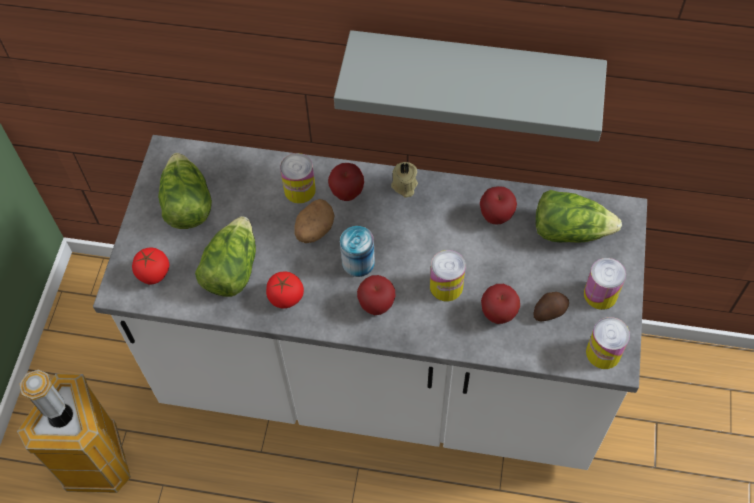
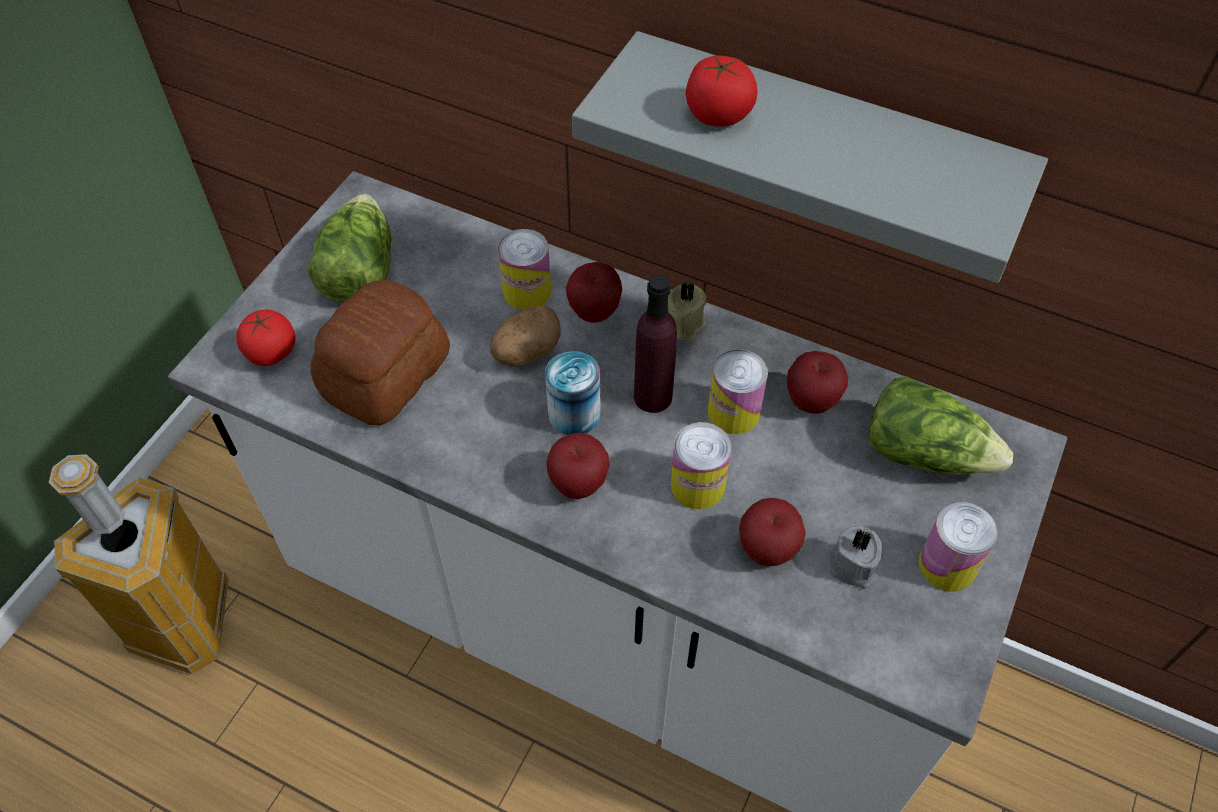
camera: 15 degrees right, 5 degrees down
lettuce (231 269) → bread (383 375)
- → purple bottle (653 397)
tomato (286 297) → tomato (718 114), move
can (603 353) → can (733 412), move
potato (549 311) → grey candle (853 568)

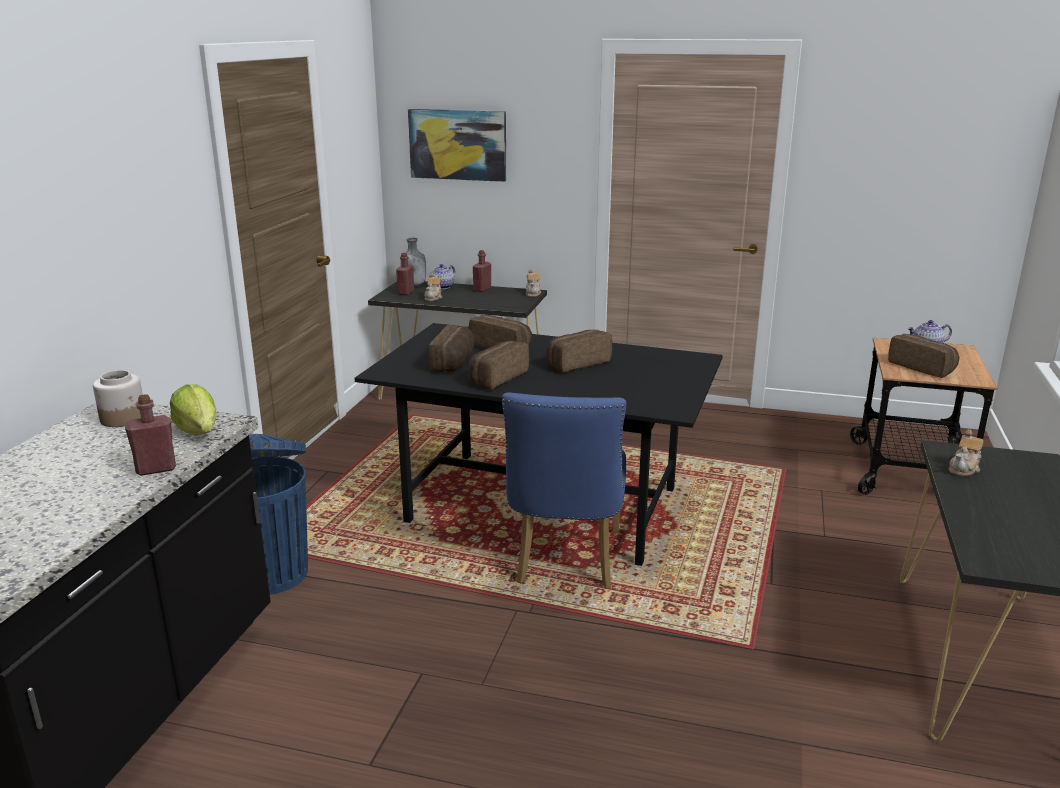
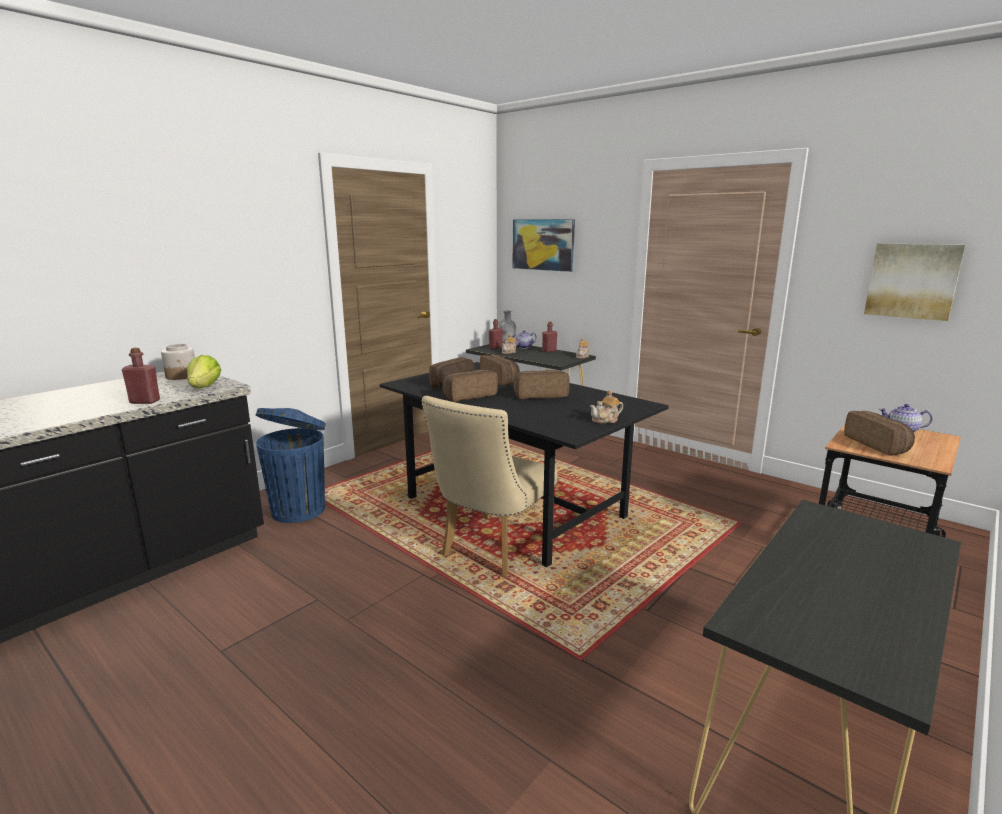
camera: 25 degrees right, 5 degrees down
blue chair (565 562) → beige chair (491 550)
teapot (964 469) → teapot (606 420), move
- → picture (912 281)

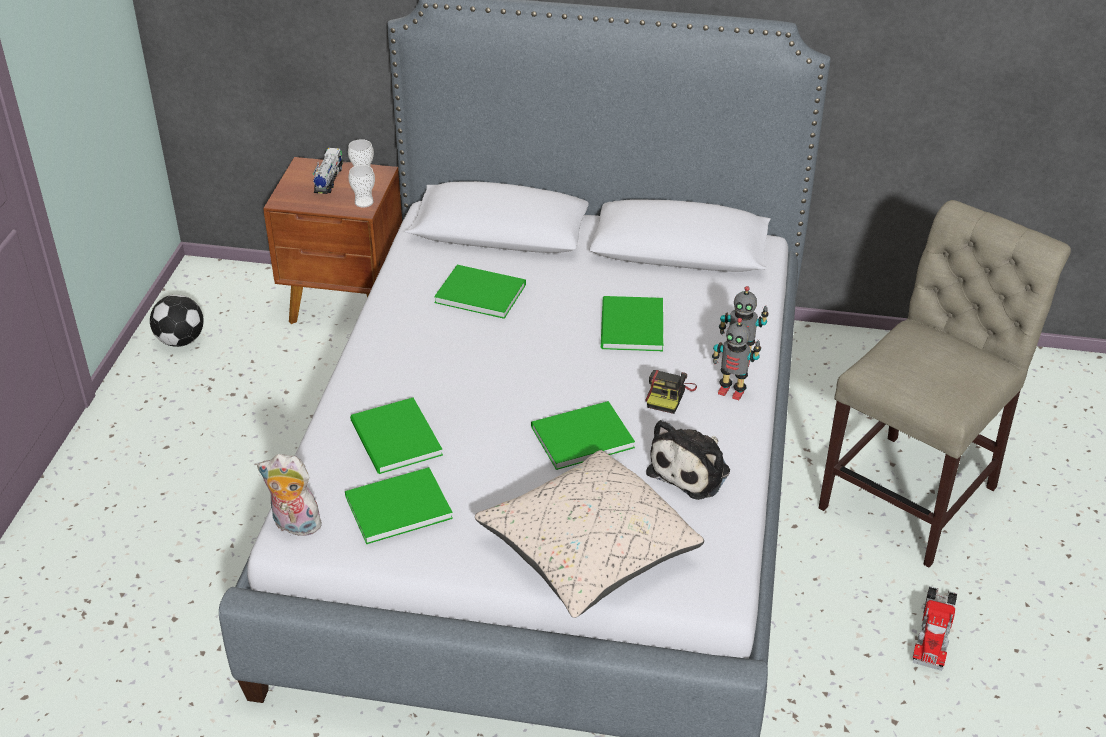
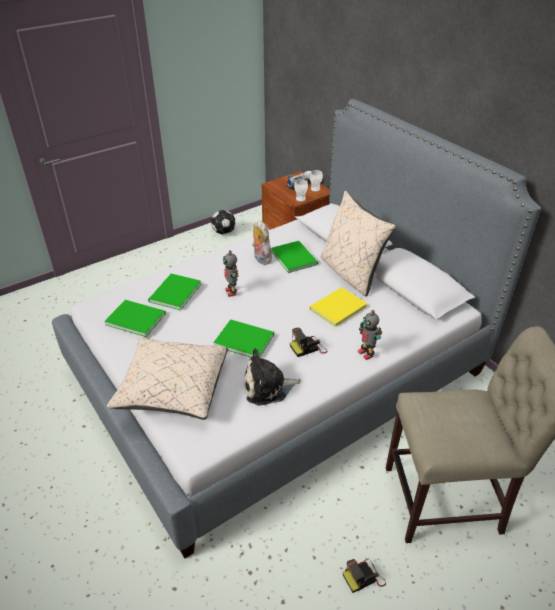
camera: 45 degrees right, 0 degrees up
toy robot (731 391) → toy robot (232 292), move
plush toy (294 526) → plush toy (261 259), move
green book (630 327) → yellow book (336 308)
- → beige pillow (350 273)
toy truck (933 632) → photo camera (363 577)

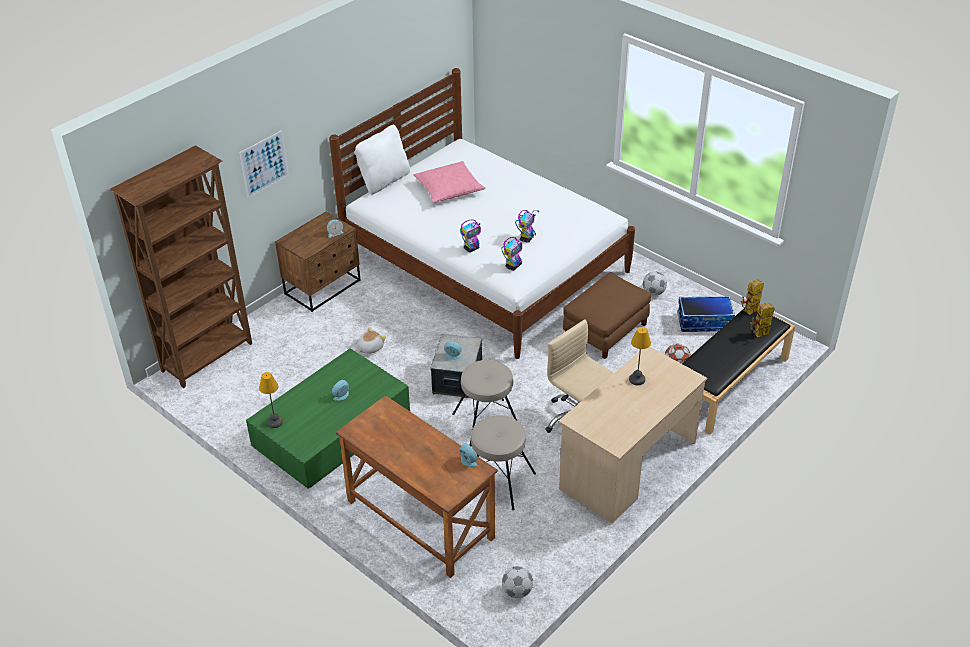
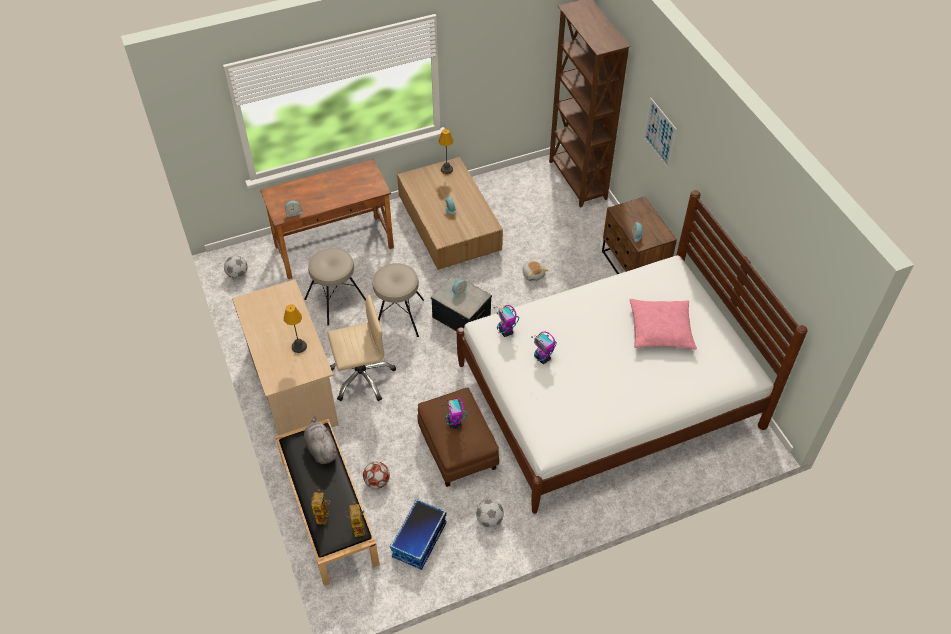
camera: 115 degrees right, 10 degrees up
- → grey plush toy (321 448)
green coffee table (332 433) → brown coffee table (449 225)
toy robot (471 248) → toy robot (454 423), move
white pillow (384 181) → -

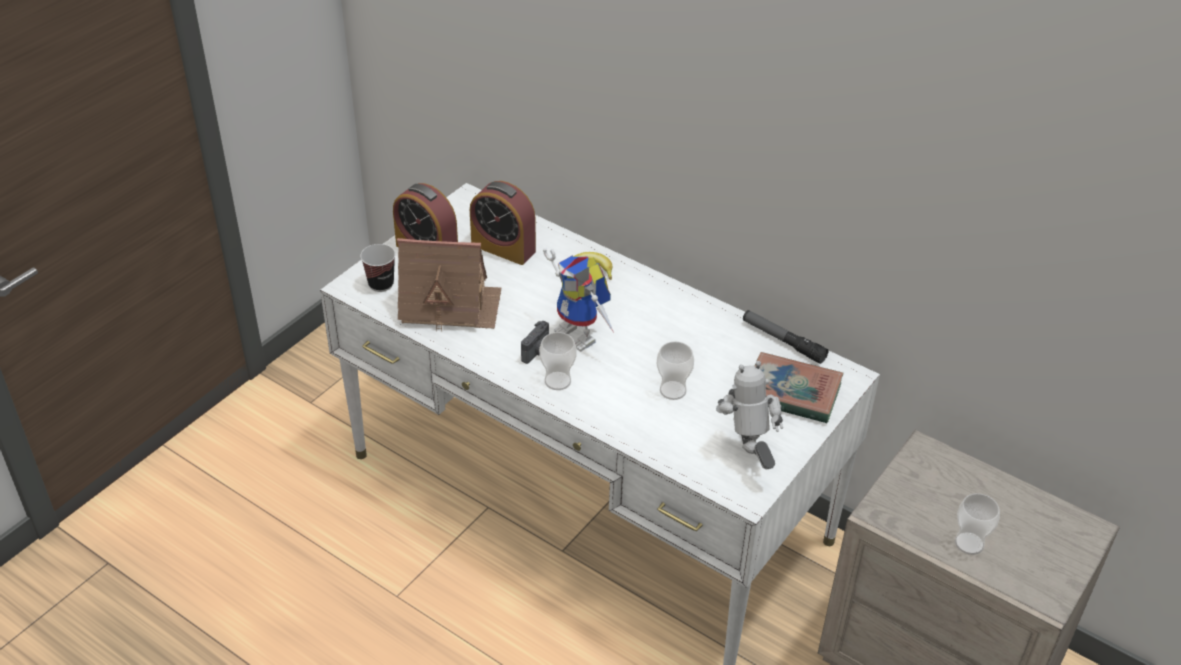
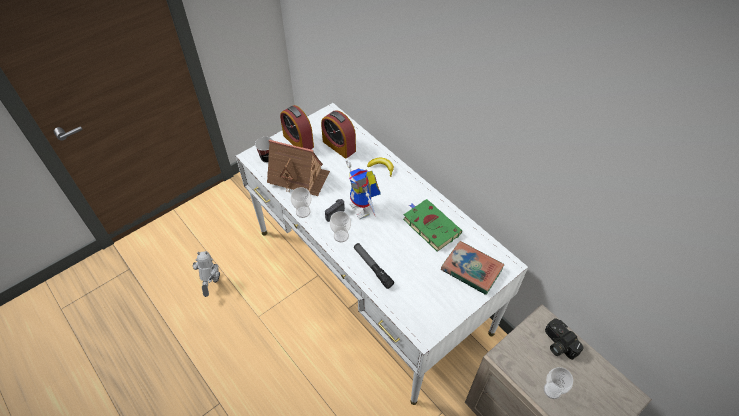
camera: 15 degrees right, 10 degrees up
toy robot (747 456) → toy robot (211 285), move
cup (673 390) → cup (303 212), move
flashlight (783 341) → flashlight (372 267), move
- → green book (430 226)
- → photo camera (557 344)

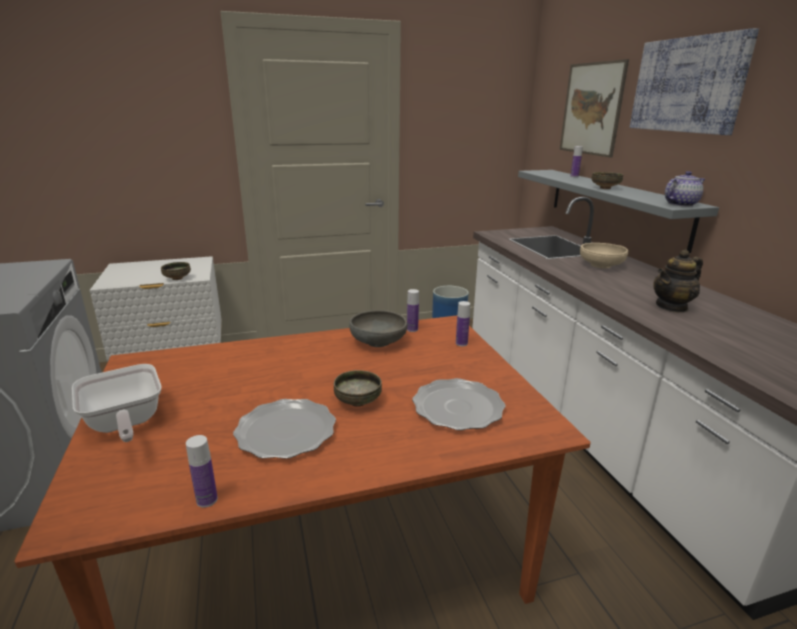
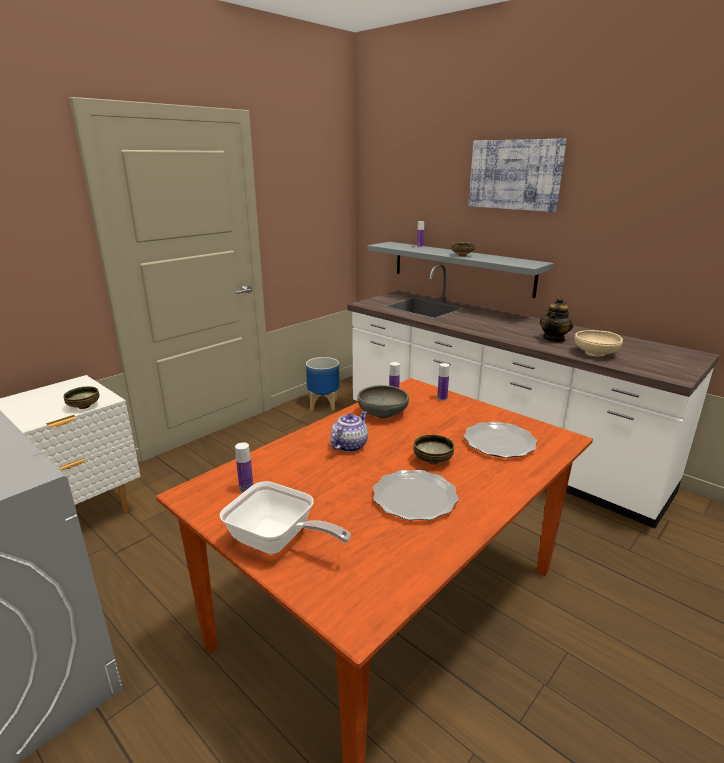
camera: 30 degrees left, 0 degrees up
bottle (207 500) → bottle (246 489), move
teapot (680 204) → teapot (349 445), move
beige bowl (601 265) → beige bowl (595 353), move
picture (591 109) → -

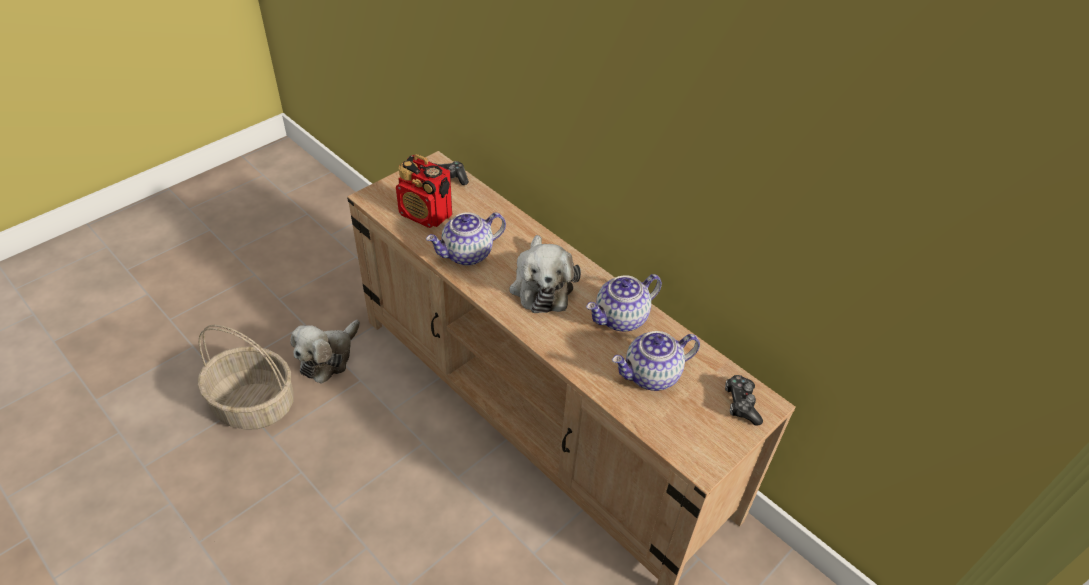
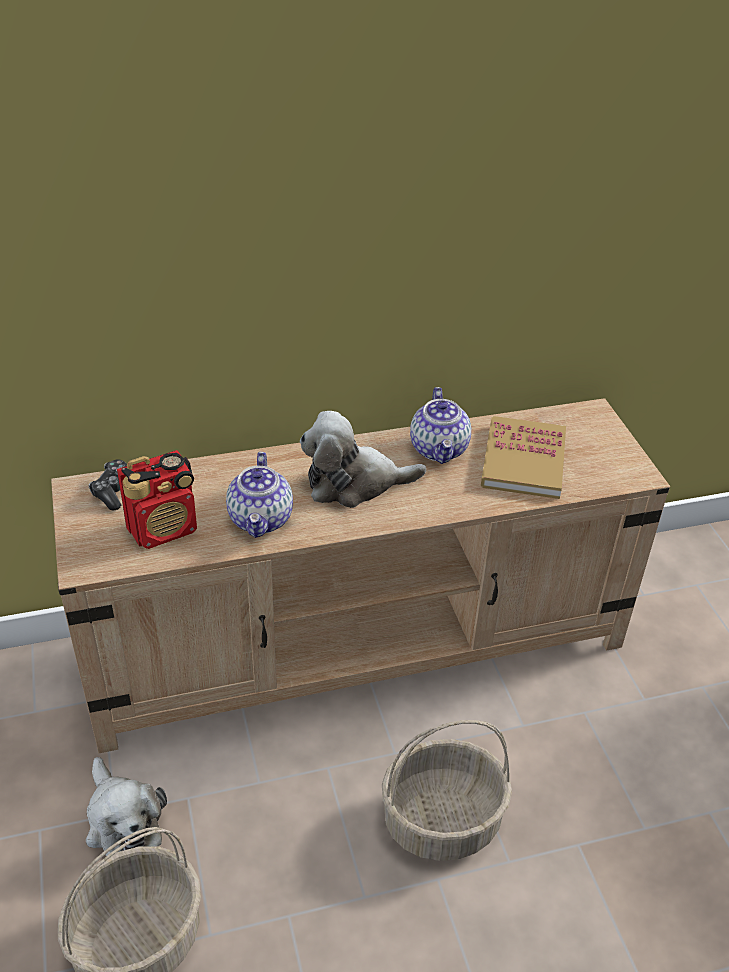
camera: 60 degrees left, 5 degrees down
plush toy (541 285) → plush toy (354 483), 150 degrees clockwise
- → basket (441 822)
teapot (651 375) → book (523 461)
game controller (741 404) → -

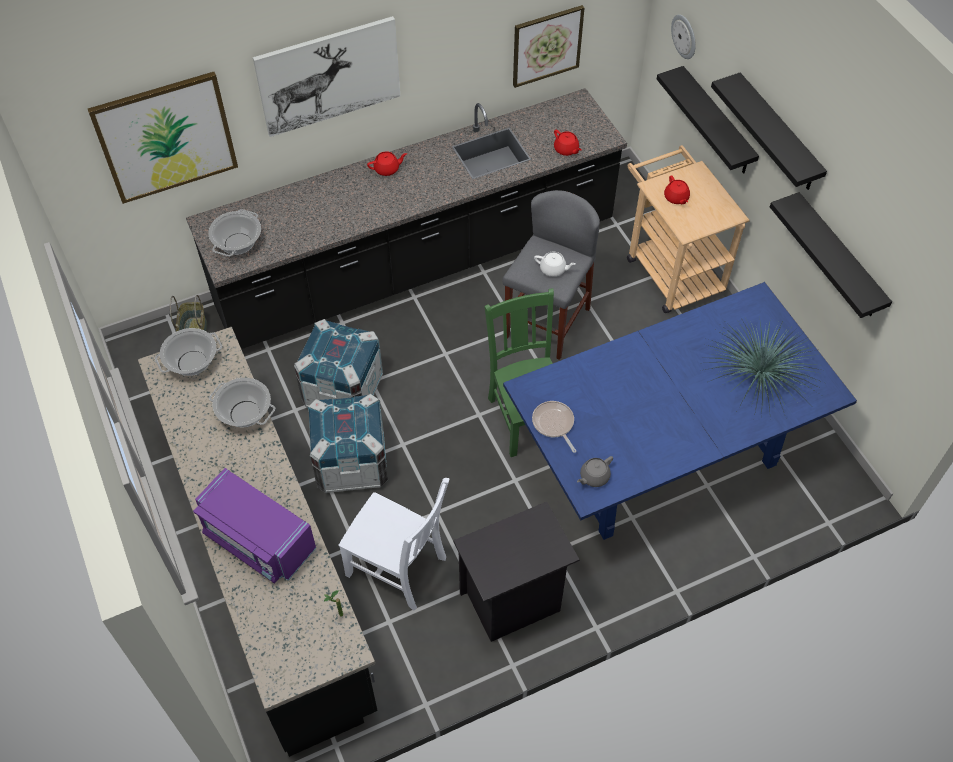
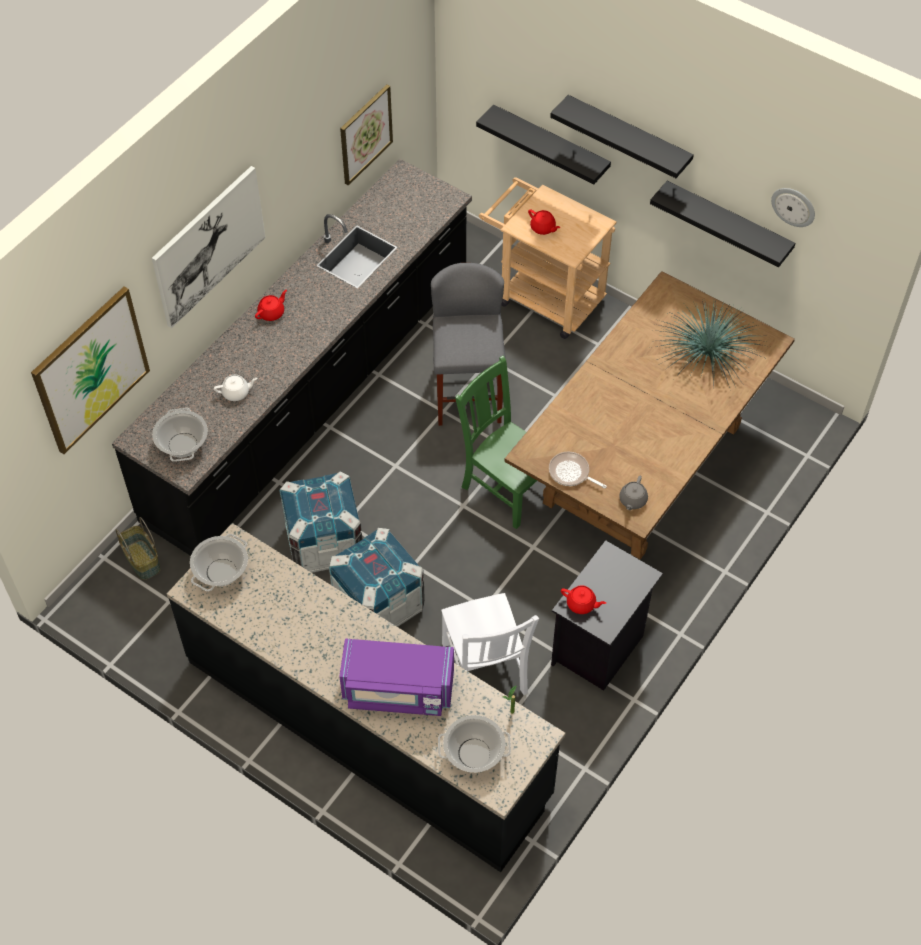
camera: 30 degrees left, 0 degrees up
white teapot (553 269) → white teapot (236 393), move
cooking pot (245 413) → cooking pot (473 754), move
white chair (399 568) → white chair (485 671), 75 degrees clockwise
blue dining table (661 456) → brown dining table (641 466)
red teapot (566 149) → red teapot (581 604), move
wall clock (684 36) → wall clock (793 206), move

